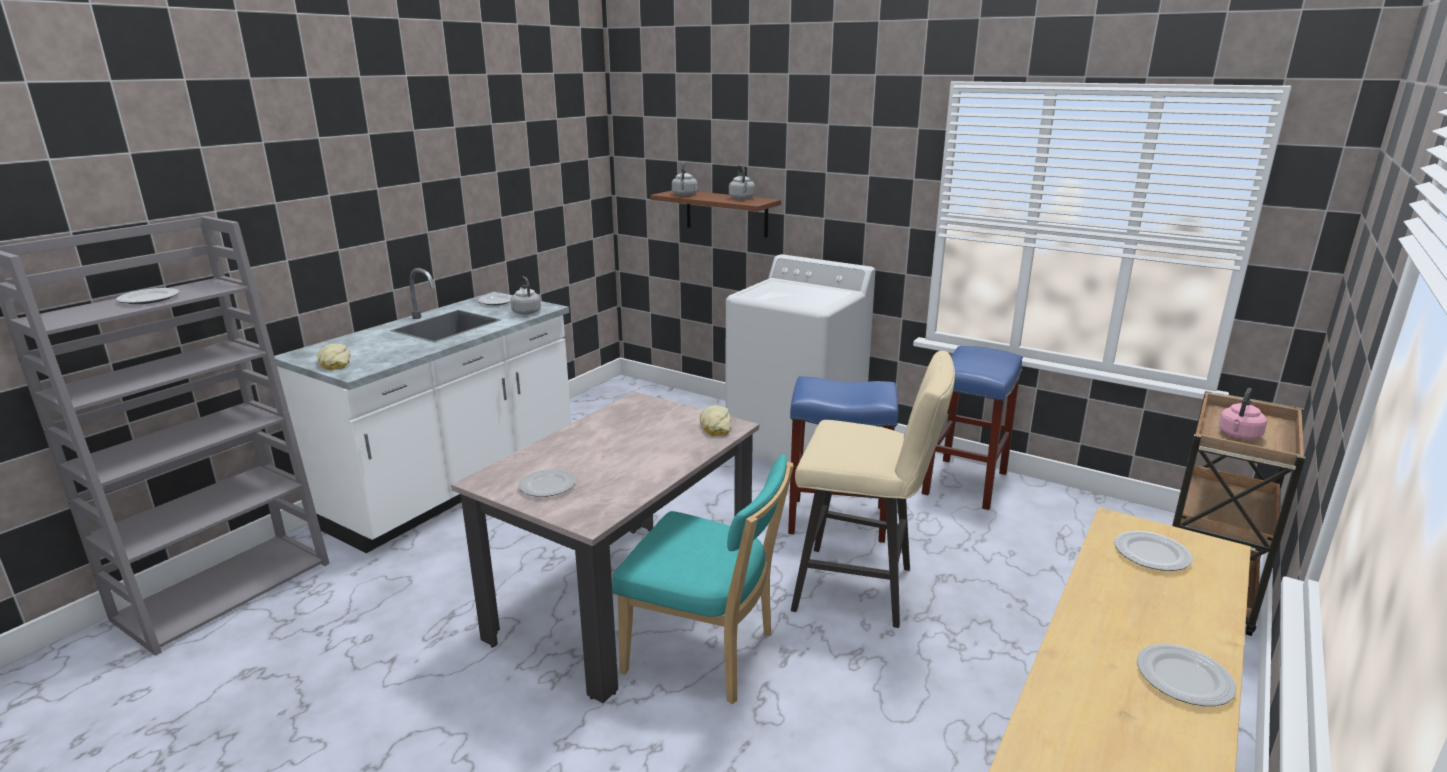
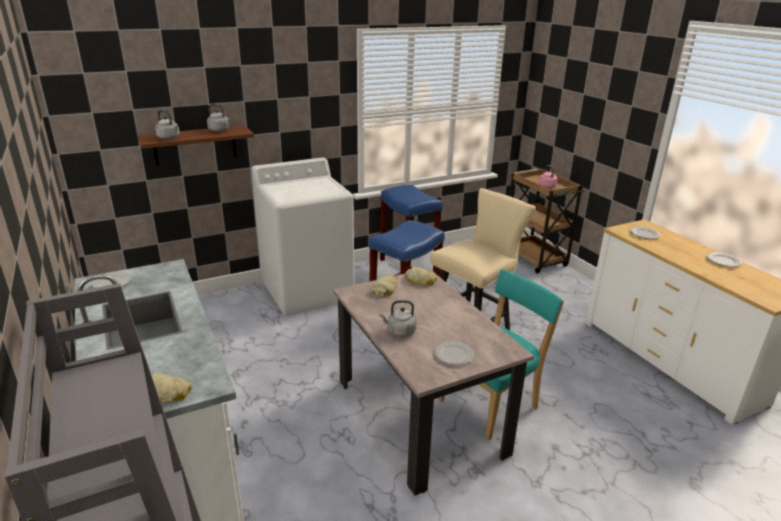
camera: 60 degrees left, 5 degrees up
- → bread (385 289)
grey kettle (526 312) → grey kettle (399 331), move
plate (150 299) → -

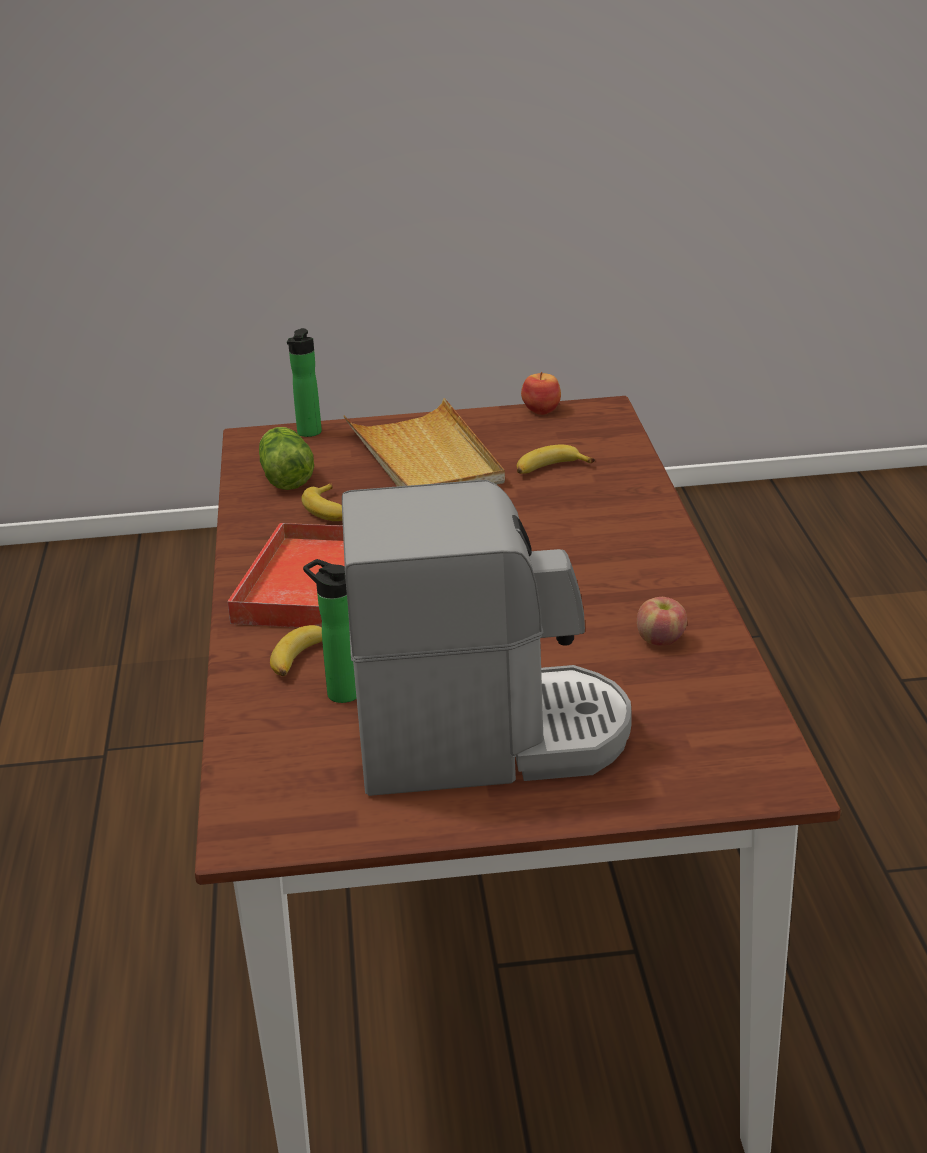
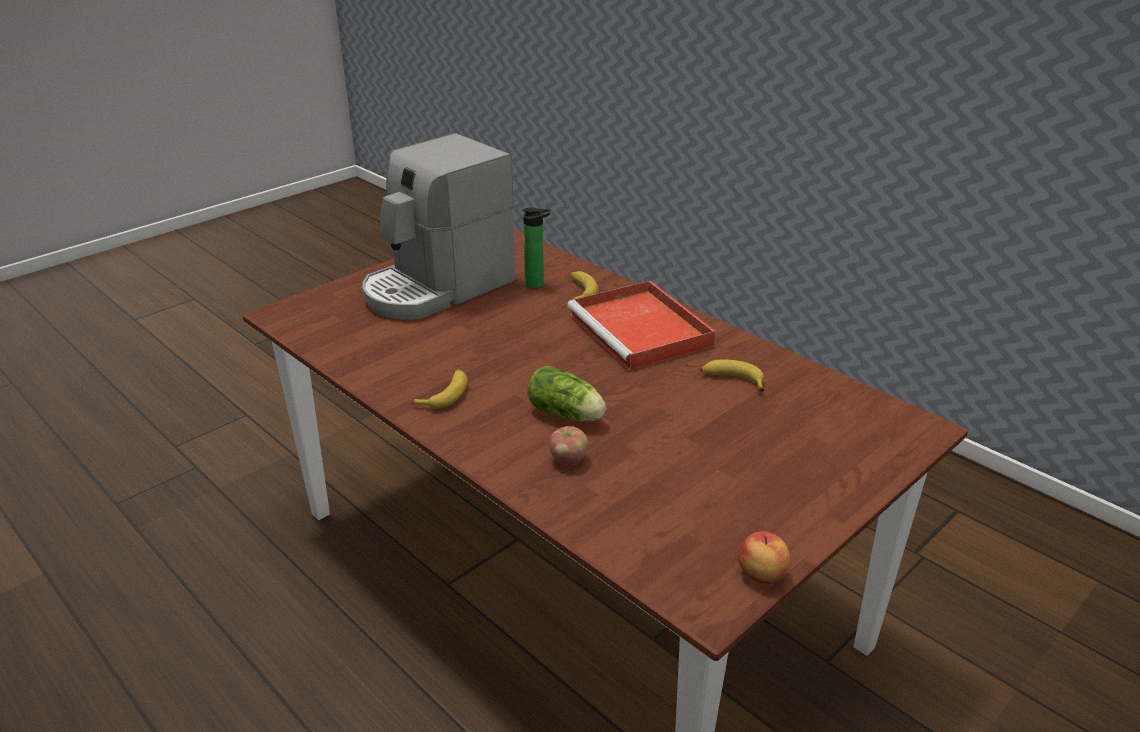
camera: 140 degrees right, 5 degrees up
banana (550 469) → banana (445 394), move
lettuce (285 476) → lettuce (568 415), move
apple (661 641) → apple (568 460), move
bottle (308 434) → -
beige tray (425 458) → -

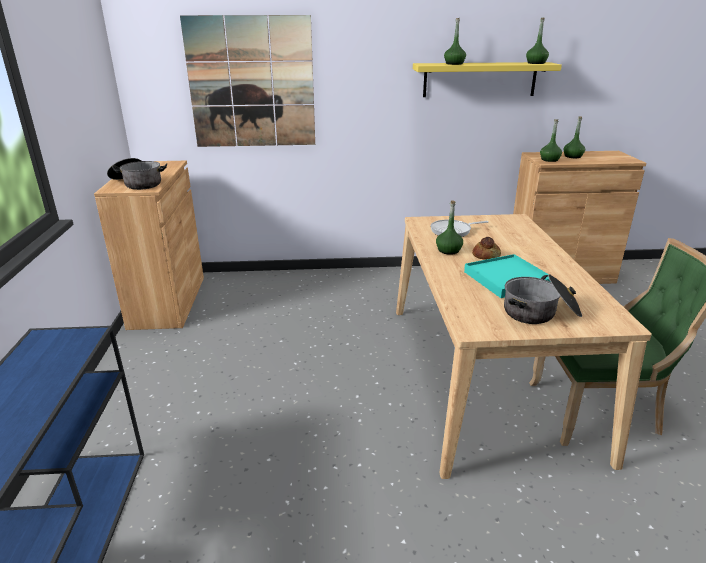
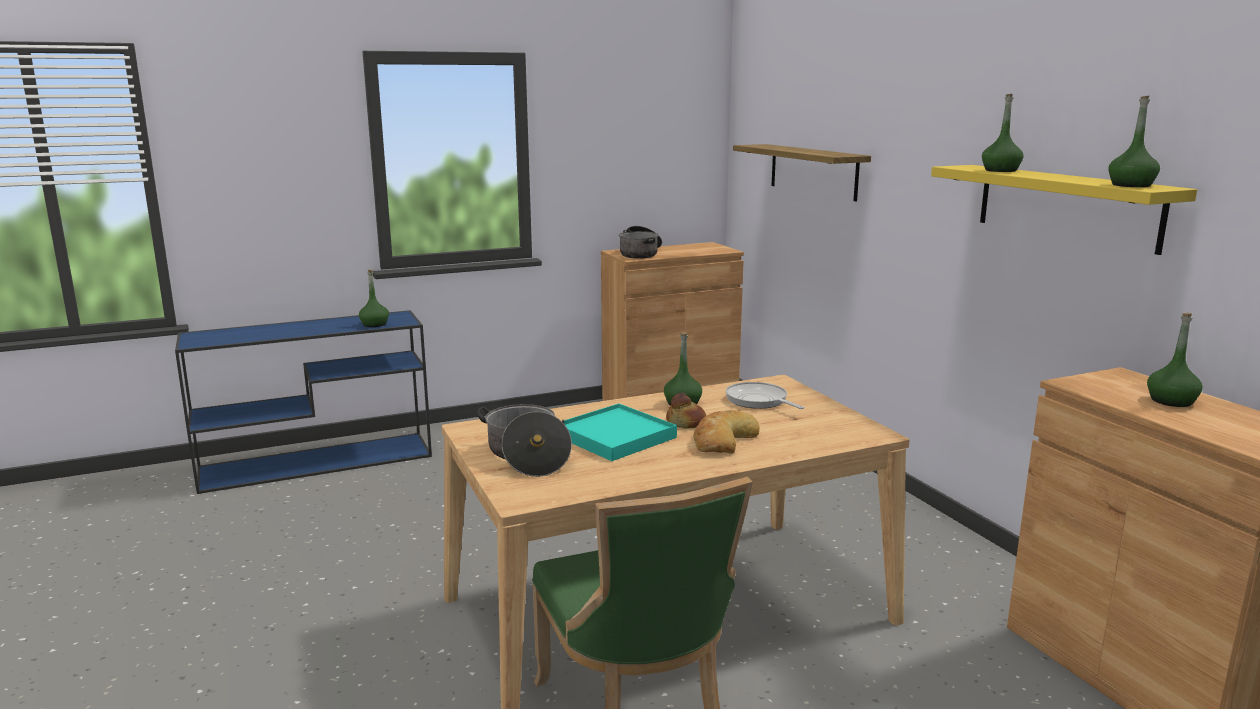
camera: 70 degrees right, 10 degrees down
green bottle (549 160) → green bottle (374 324), move
- → bread (722 440)
picture (251 83) → shelf (813 171)

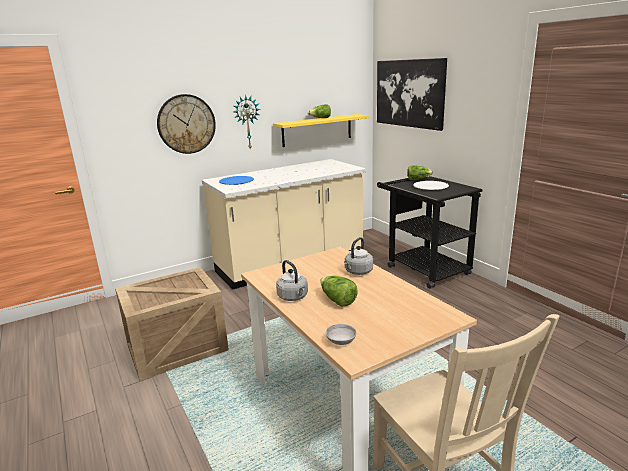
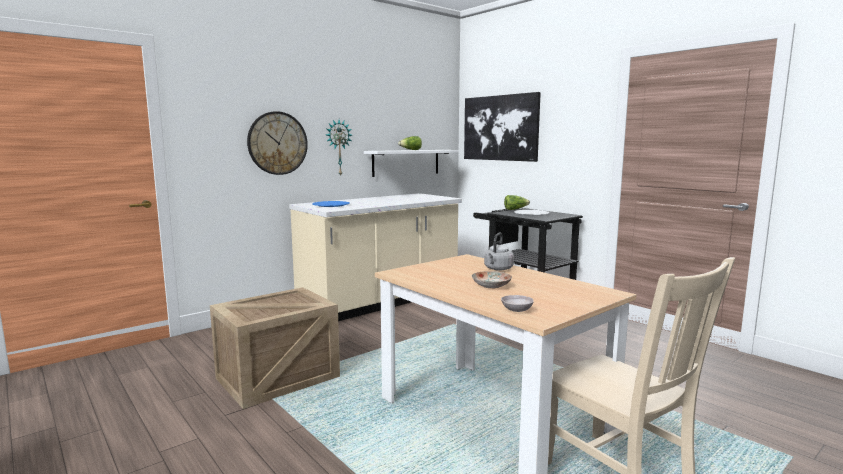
camera: 10 degrees left, 10 degrees down
yellow shelf (317 130) → white shelf (406 162)
lettuce (337 300) → plate (491 286)
grey kettle (293 297) → -

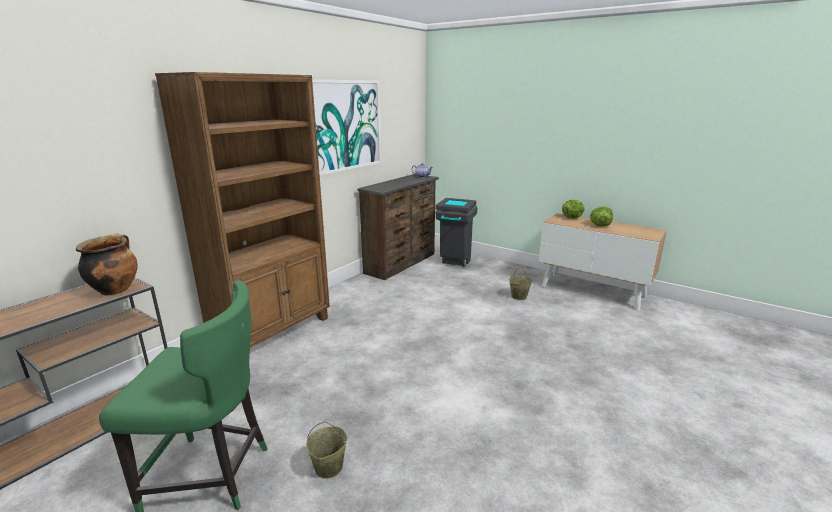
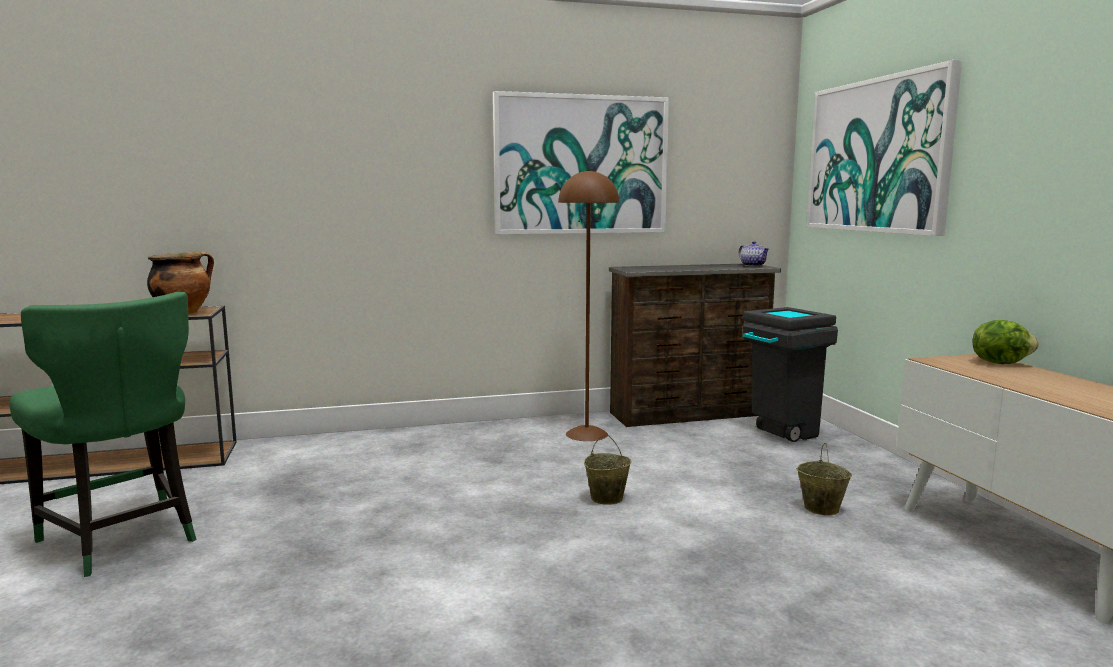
camera: 40 degrees right, 10 degrees down
- → brown floor lamp (587 434)
beige bucket (328 468) → beige bucket (606 498), move
- → picture (877 156)
brown bookcase (273 331) → -
lettuce (600 225) → -

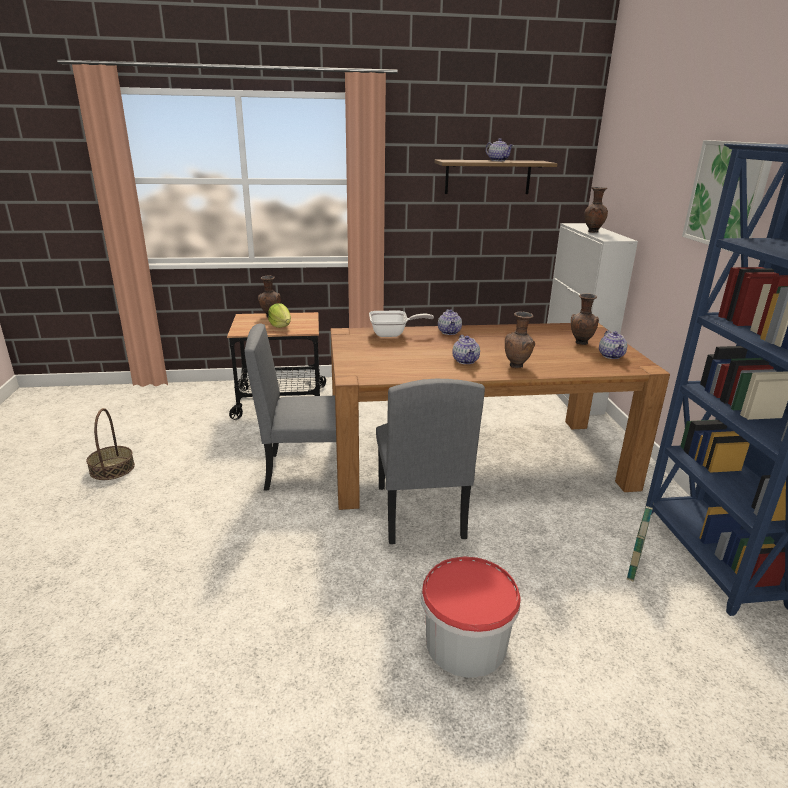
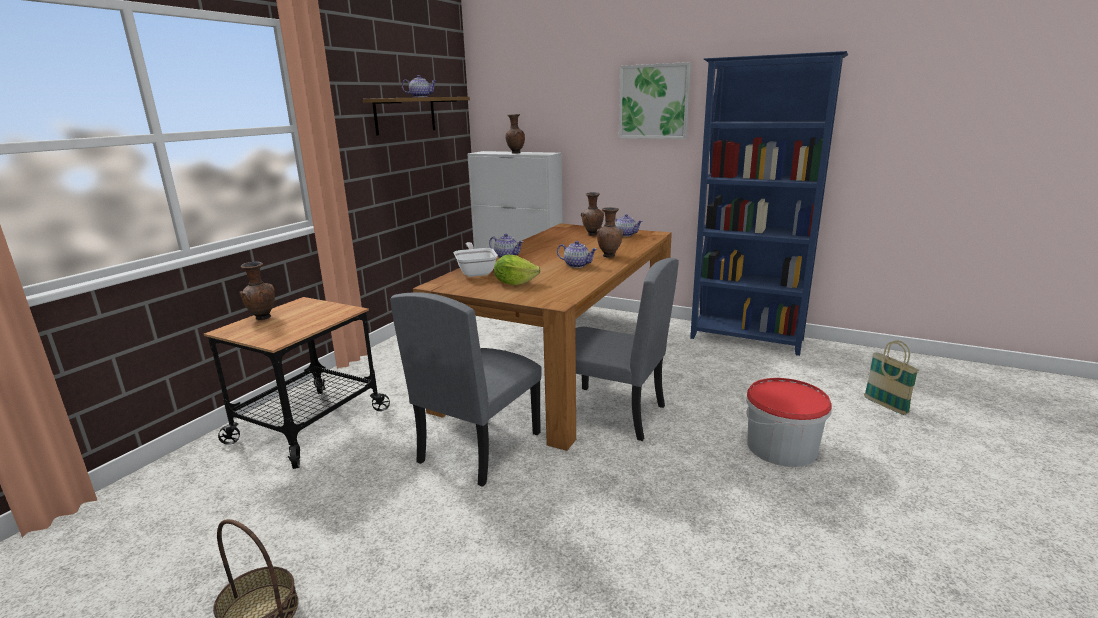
camera: 55 degrees left, 5 degrees down
frying pan (393 334) → frying pan (476 272), 45 degrees counterclockwise
lettuce (281 326) → lettuce (514 283), move
basket (634 567) → basket (885 406), move

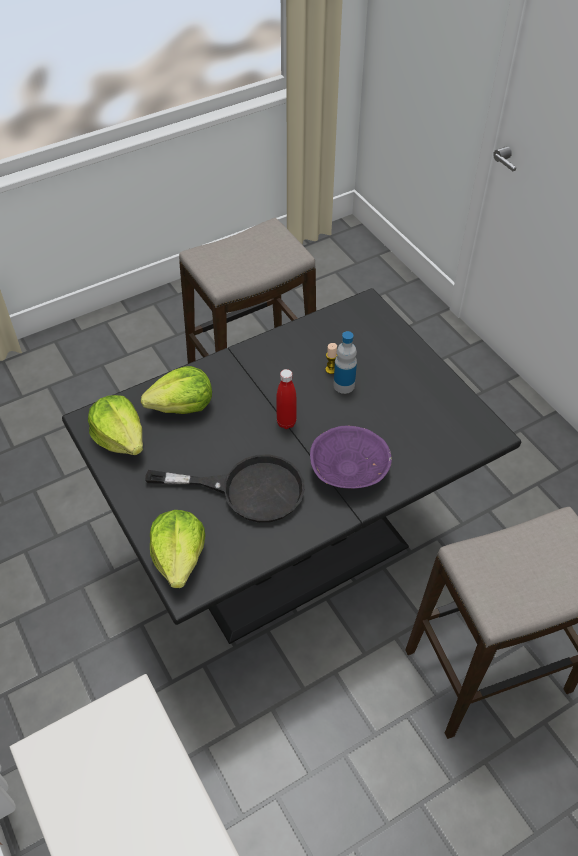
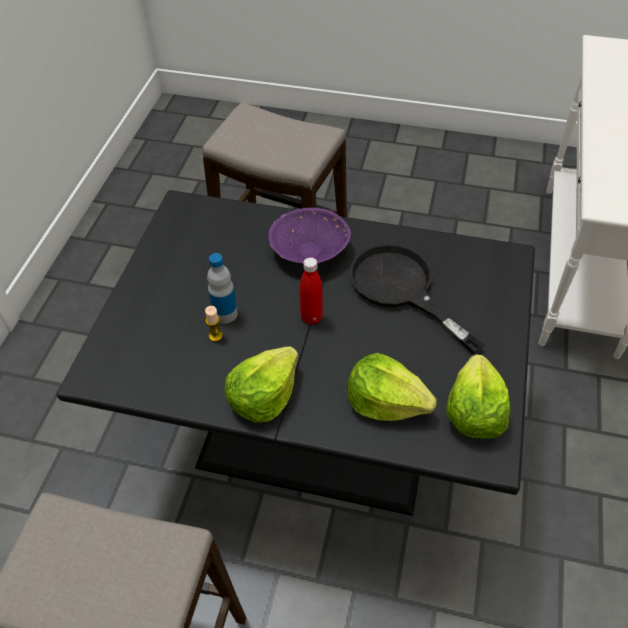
camera: 135 degrees left, 0 degrees up
lettuce (179 557) → lettuce (263 396), move

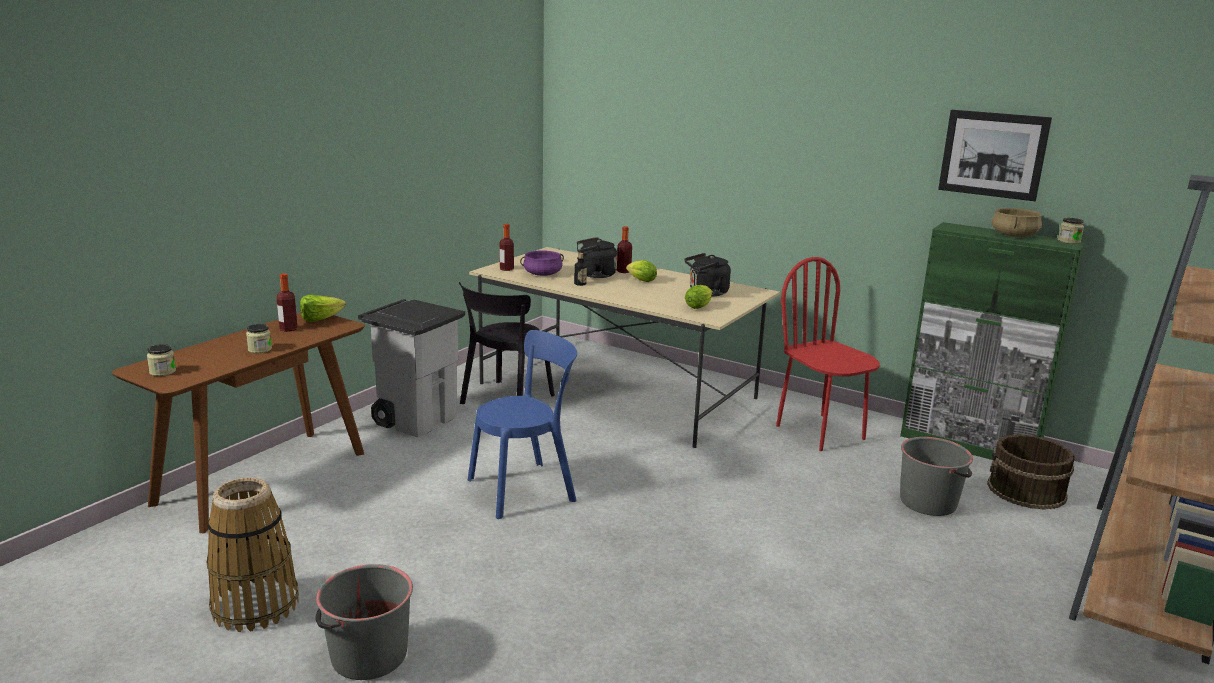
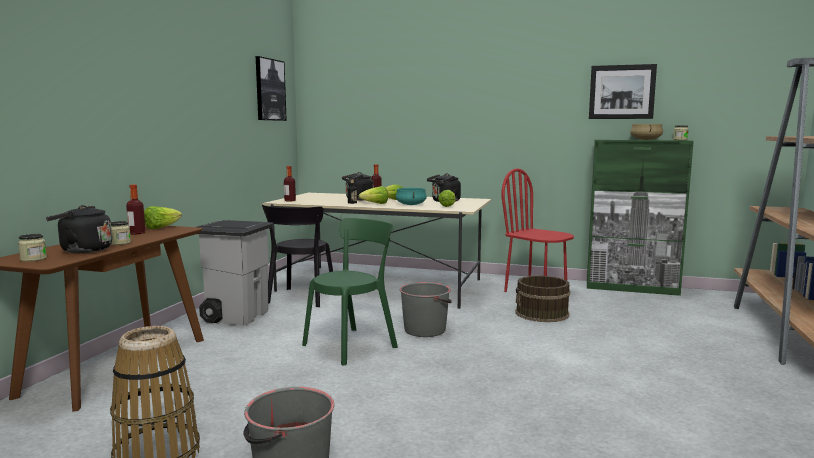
camera: 15 degrees left, 10 degrees down
- → black kettle (83 250)
- → picture (269 90)
blue chair (526 489) → green chair (353 345)
- → lettuce (375 204)
- → turquoise cooking pot (411 204)
grey bucket (929 502) → grey bucket (425 330), move
brown bucket (1026 491) → brown bucket (542 314), move
purple cooking pot (542 274) → -

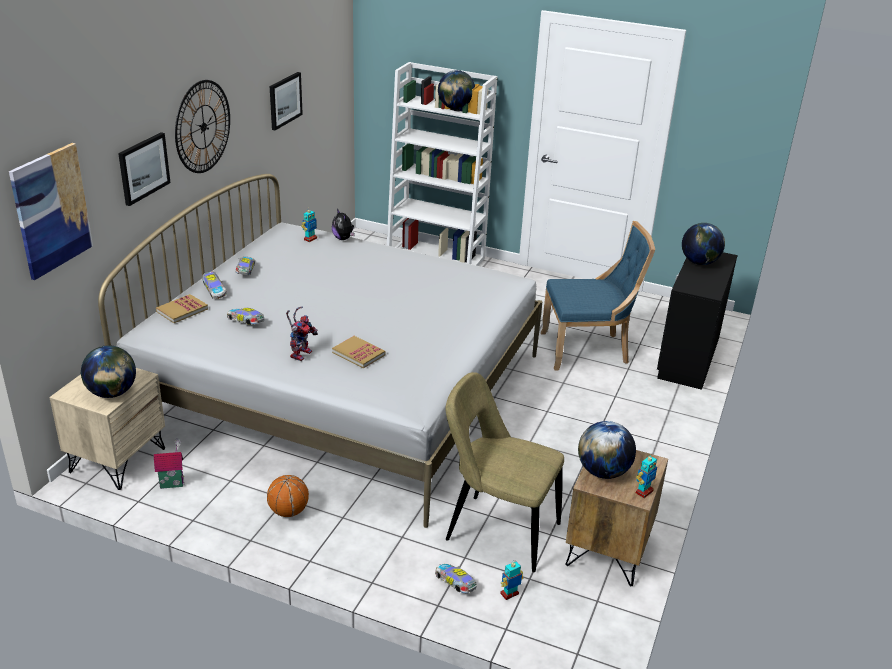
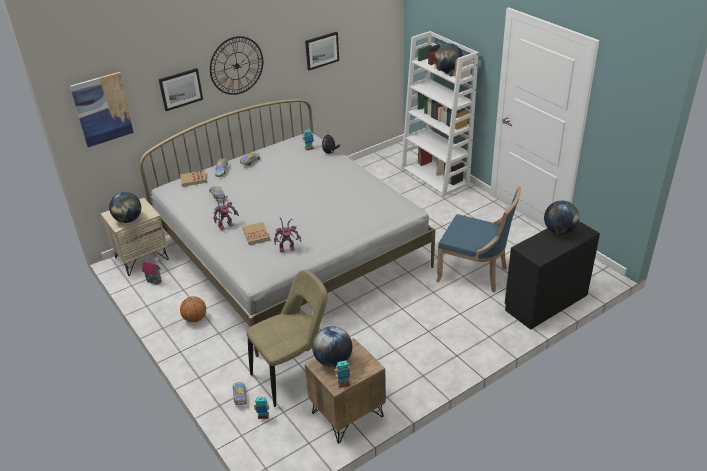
camera: 35 degrees right, 5 degrees up
beige chair (497 530) → beige chair (294 375), 90 degrees clockwise
- → toy robot (288 247)

